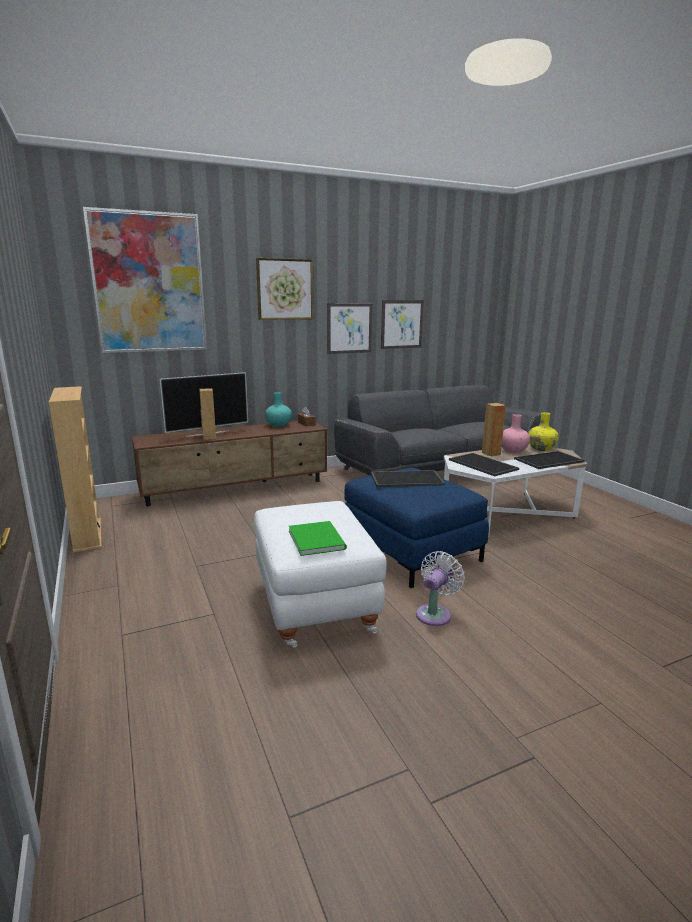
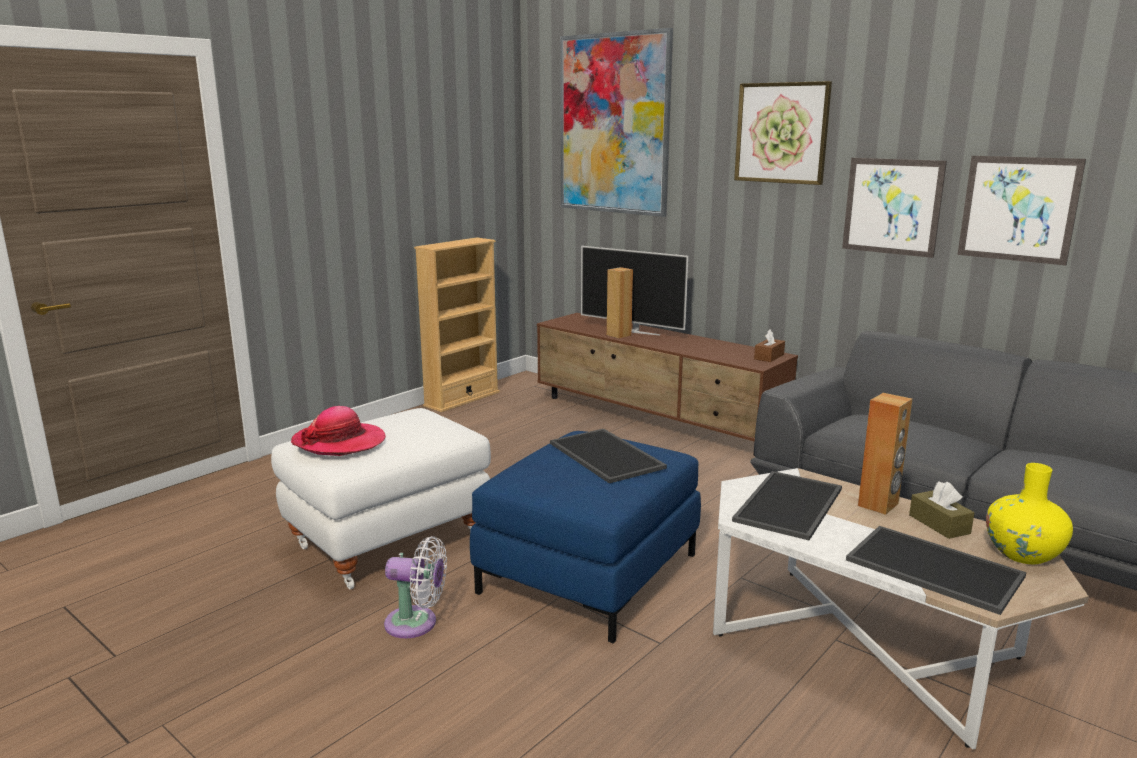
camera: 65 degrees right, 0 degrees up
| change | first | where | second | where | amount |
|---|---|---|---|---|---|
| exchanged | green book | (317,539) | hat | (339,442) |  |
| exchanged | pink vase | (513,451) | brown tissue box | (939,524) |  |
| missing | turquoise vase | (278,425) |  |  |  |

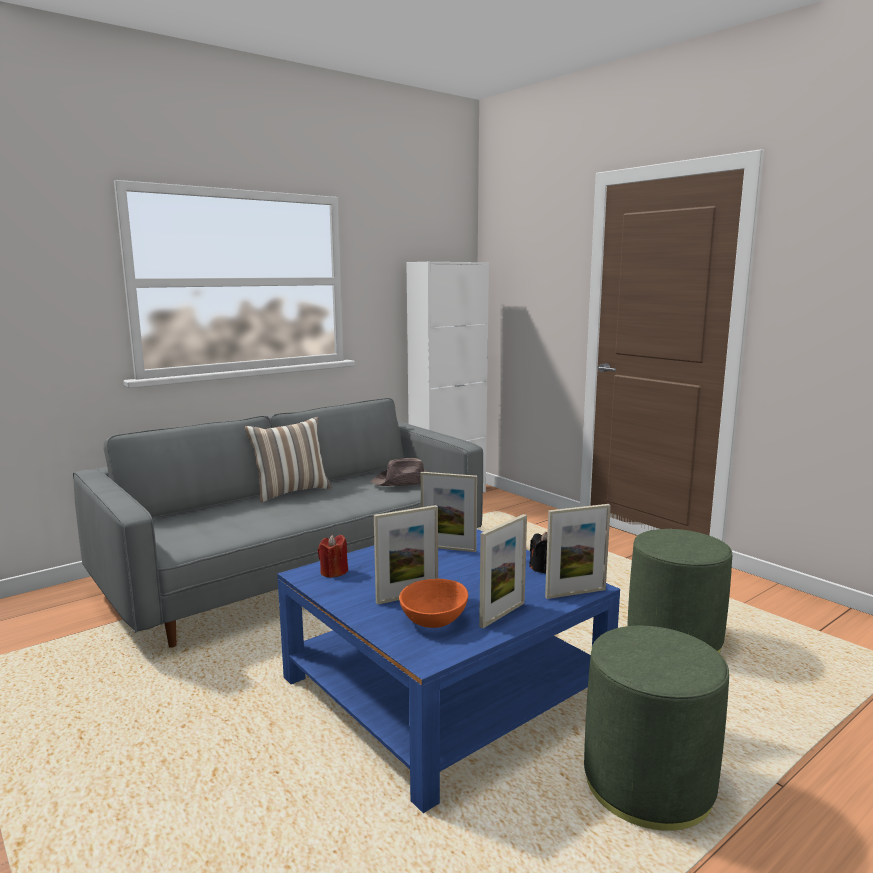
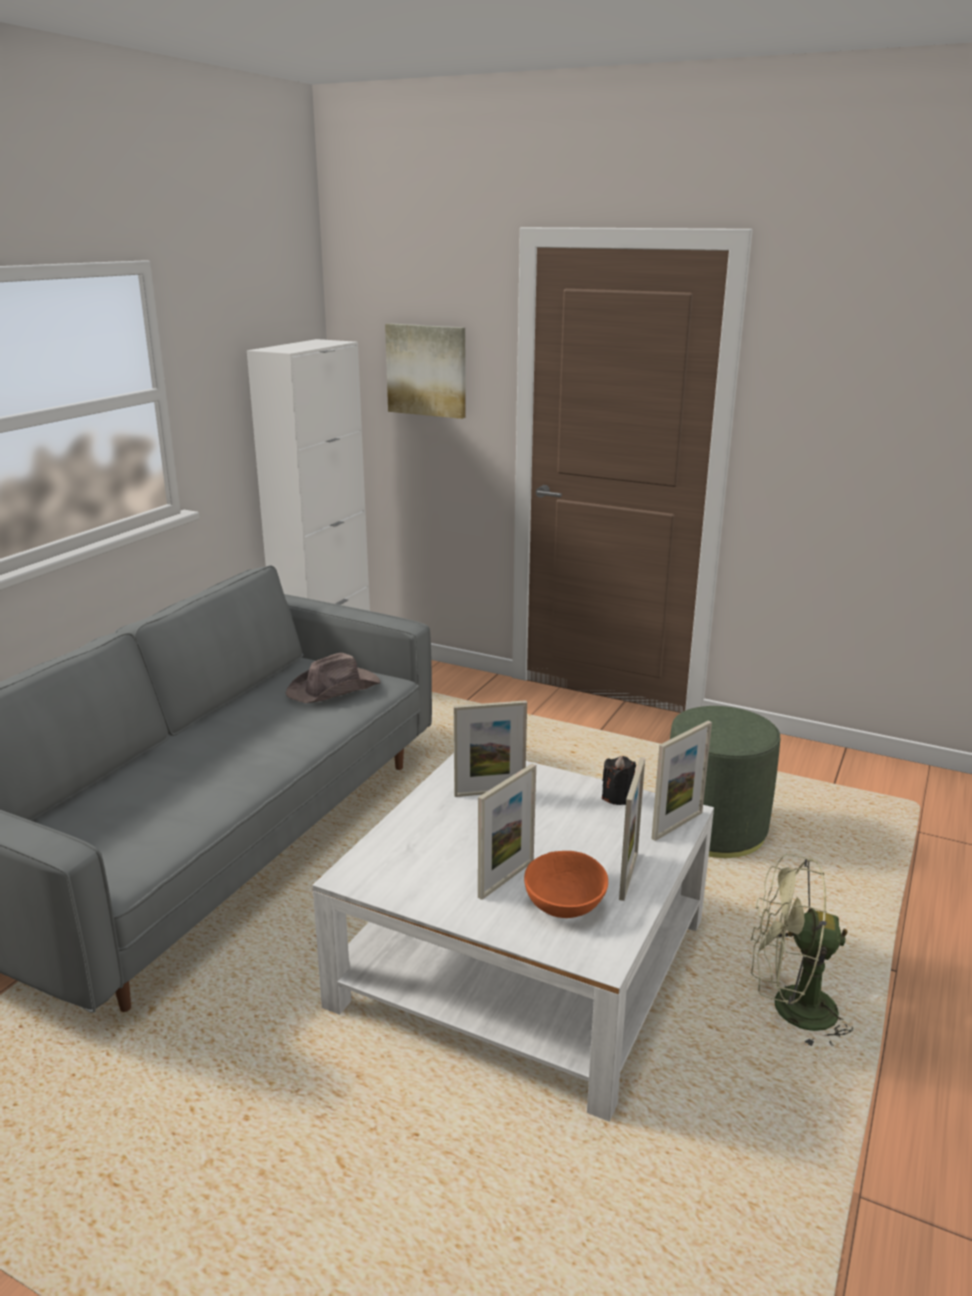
camera: 25 degrees left, 10 degrees up
| change | first | where | second | where | amount |
|---|---|---|---|---|---|
| colour | blue coffee table | (444,689) | white coffee table | (523,963) |  |
| appeared |  |  | picture | (427,370) |  |
| exchanged | green ottoman | (648,785) | green fan | (790,1010) |  |
| missing | pillow | (291,491) |  |  |  |
| missing | red candle | (334,572) |  |  |  |

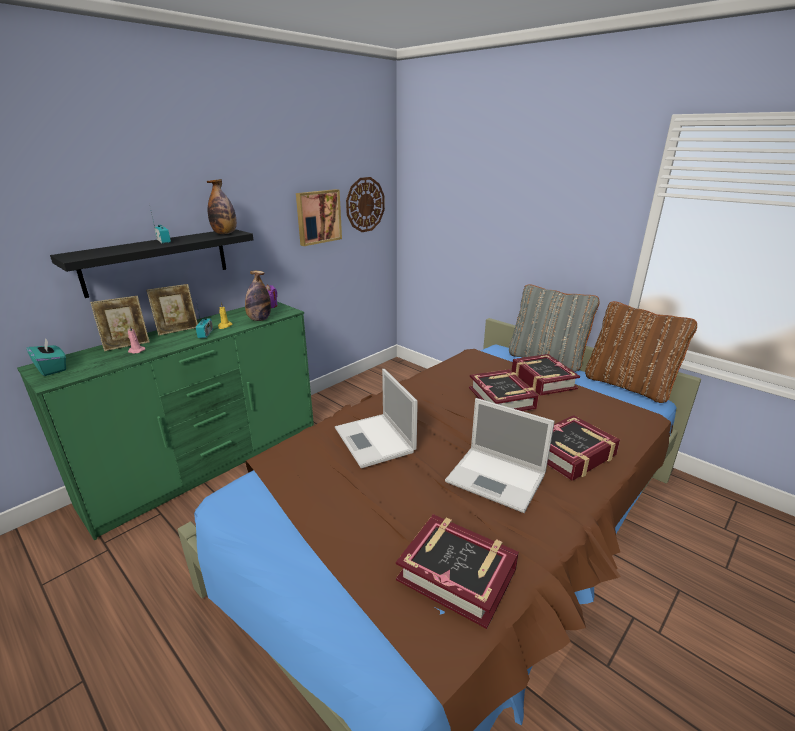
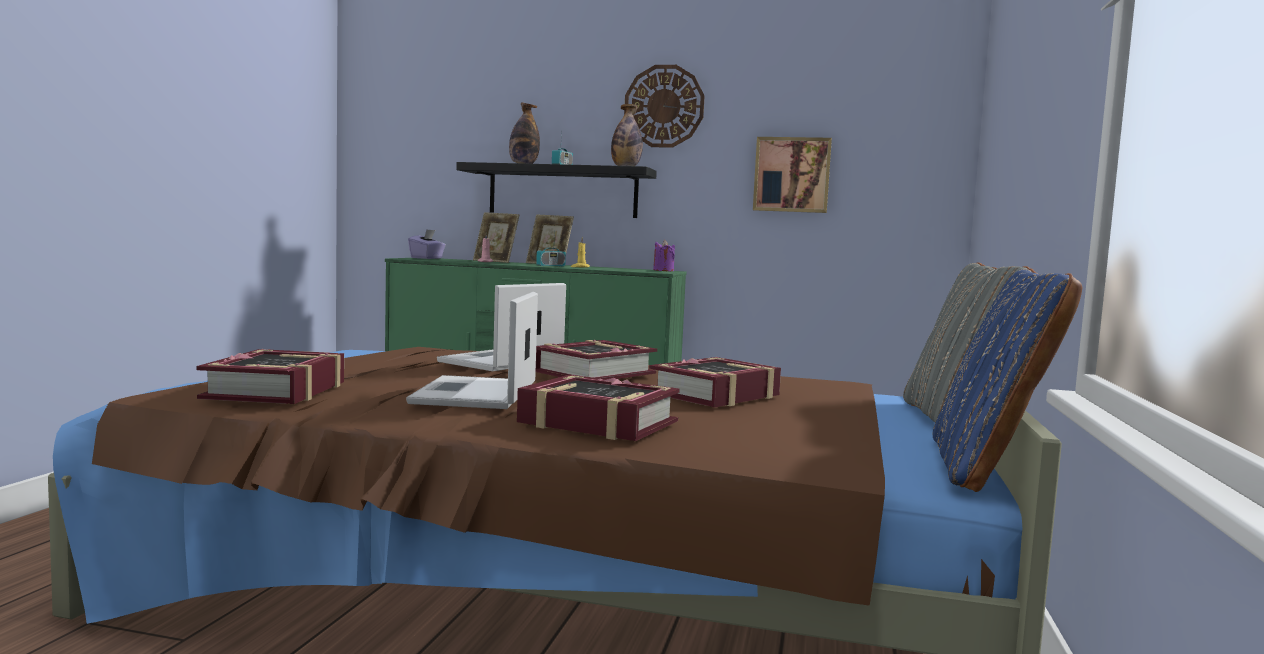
camera: 60 degrees right, 20 degrees down
| change | first | where | second | where | amount |
|---|---|---|---|---|---|
| colour | turquoise tissue box | (52,368) | purple tissue box | (427,258) |  |
| relocated | bottle | (259,319) |  | (523,164) |  |
| relocated | book | (542,380) |  | (594,373) |  |
| relocated | wall clock | (365,204) |  | (664,106) |  |
| colour | brown pillow | (628,385) | blue pillow | (988,468) |  |

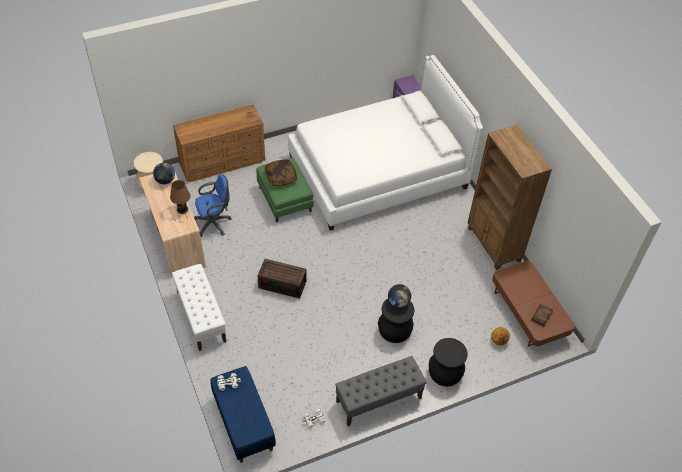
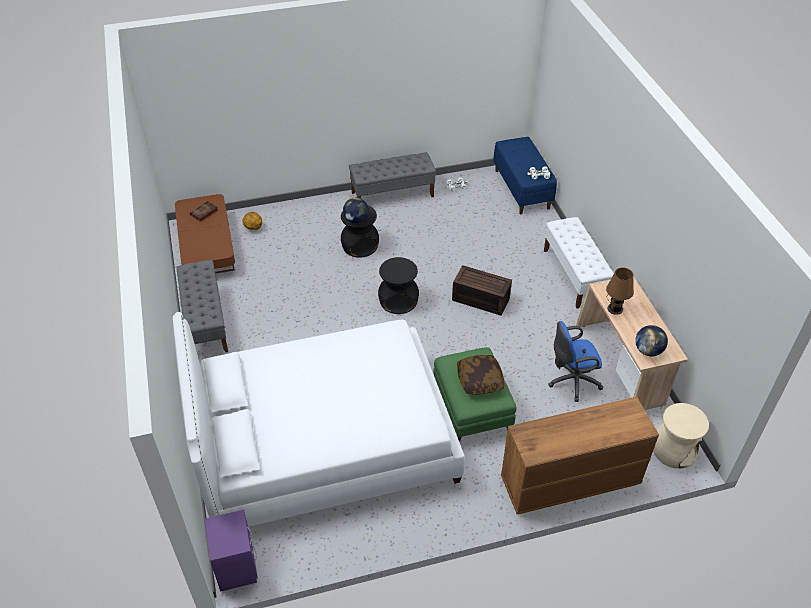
camera: 170 degrees left, 5 degrees down
| change | first | where | second | where | amount |
|---|---|---|---|---|---|
| exchanged | brown bookcase | (493,245) | grey bench | (205,322) |  |
| relocated | black stool | (445,372) |  | (398,301) |  |

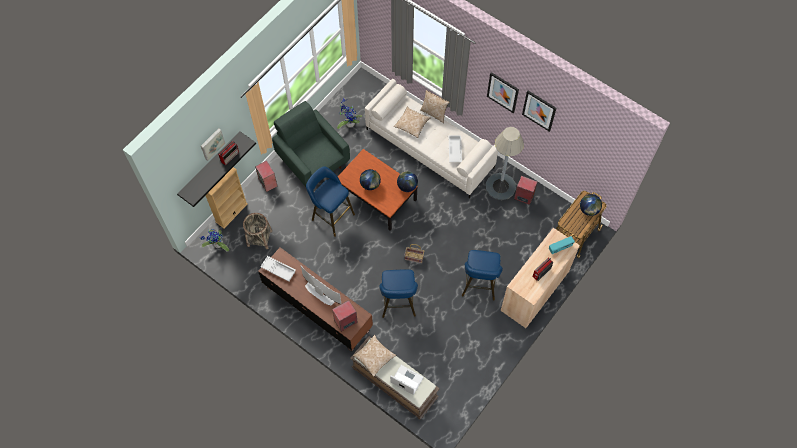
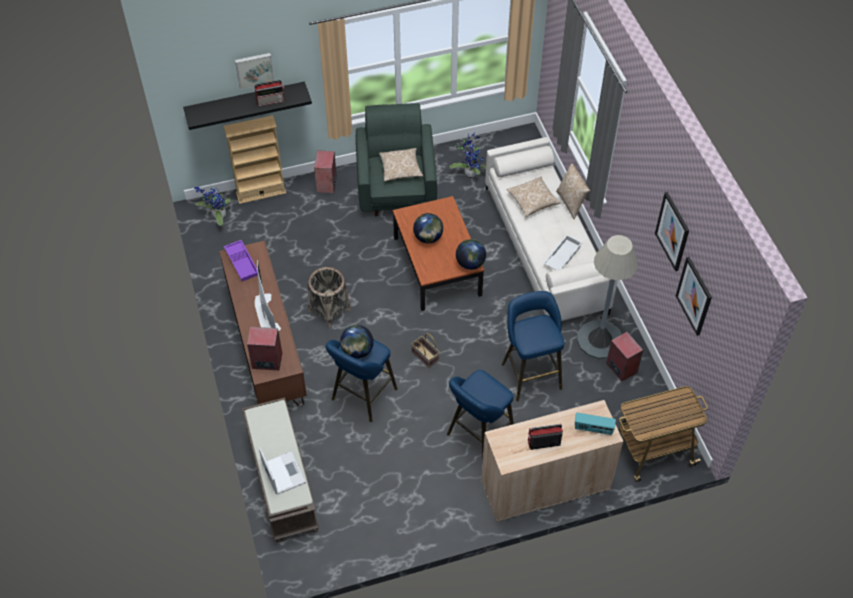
camera: 35 degrees right, 10 degrees down
| change | first | where | second | where | amount |
|---|---|---|---|---|---|
| colour | white tray | (279,269) | purple tray | (242,263) |  |
| relocated | basket | (259,238) |  | (329,310) |  |
| relocated | globe | (589,210) |  | (357,351) |  |
| relocated | pillow | (374,357) |  | (400,170) |  |
| relocated | blue stool | (331,216) |  | (530,373) |  |
| relocated | picture | (503,92) |  | (694,296) |  |

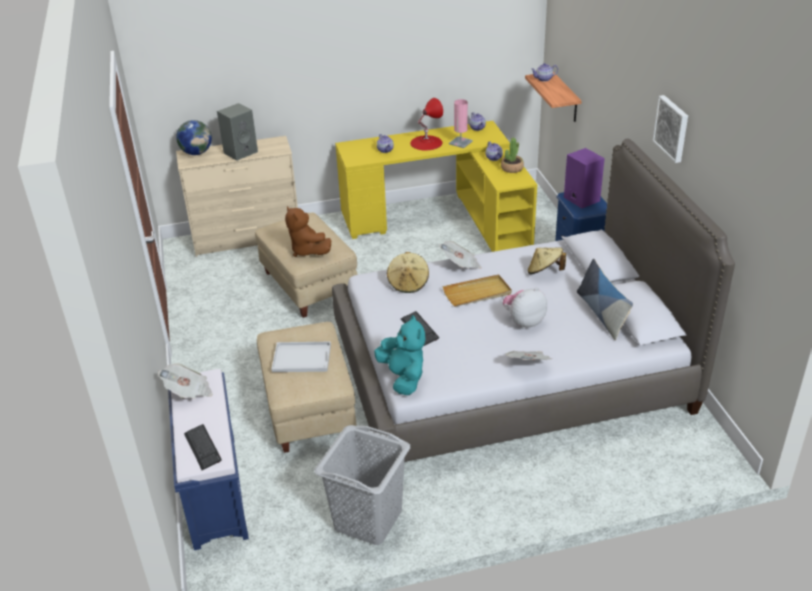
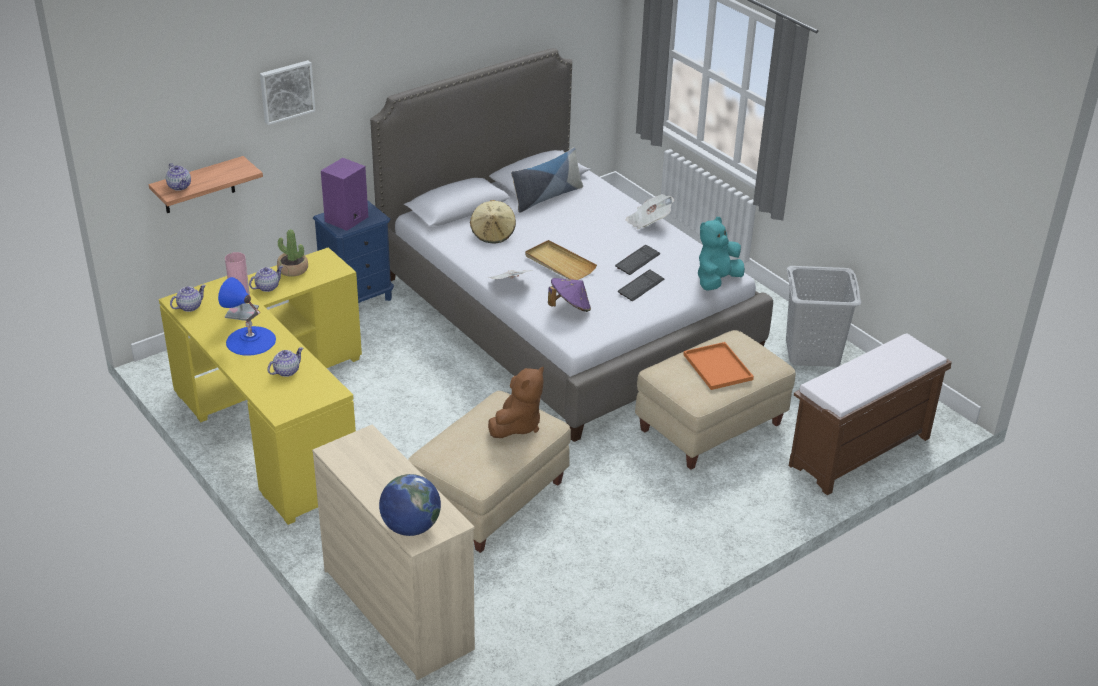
camera: 115 degrees left, 0 degrees up
| change | first | where | second | where | amount |
|---|---|---|---|---|---|
| colour | red table lamp | (426,142) | blue table lamp | (250,341) |  |
| relocated | picture | (672,128) |  | (286,91) |  |
| colour | beige hat | (408,283) | purple hat | (570,307) |  |
| relocated | keyboard | (203,448) |  | (637,261) |  |
| colour | white tray | (300,358) | orange tray | (719,368) |  |
| colour | blue bench | (214,489) | brown bench | (859,453) |  |
| missing | newspaper | (189,392) |  |  |  |
| missing | grey speaker | (241,152) |  |  |  |
| missing | plush toy | (524,322) |  |  |  |

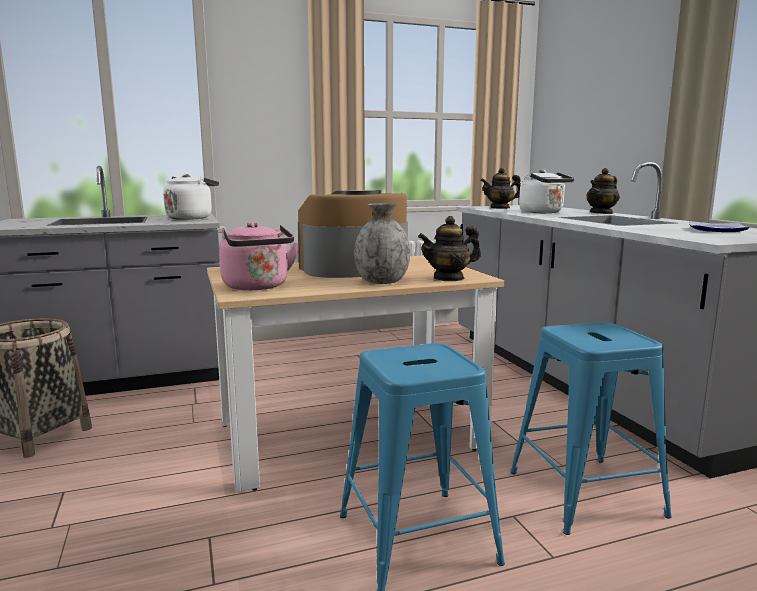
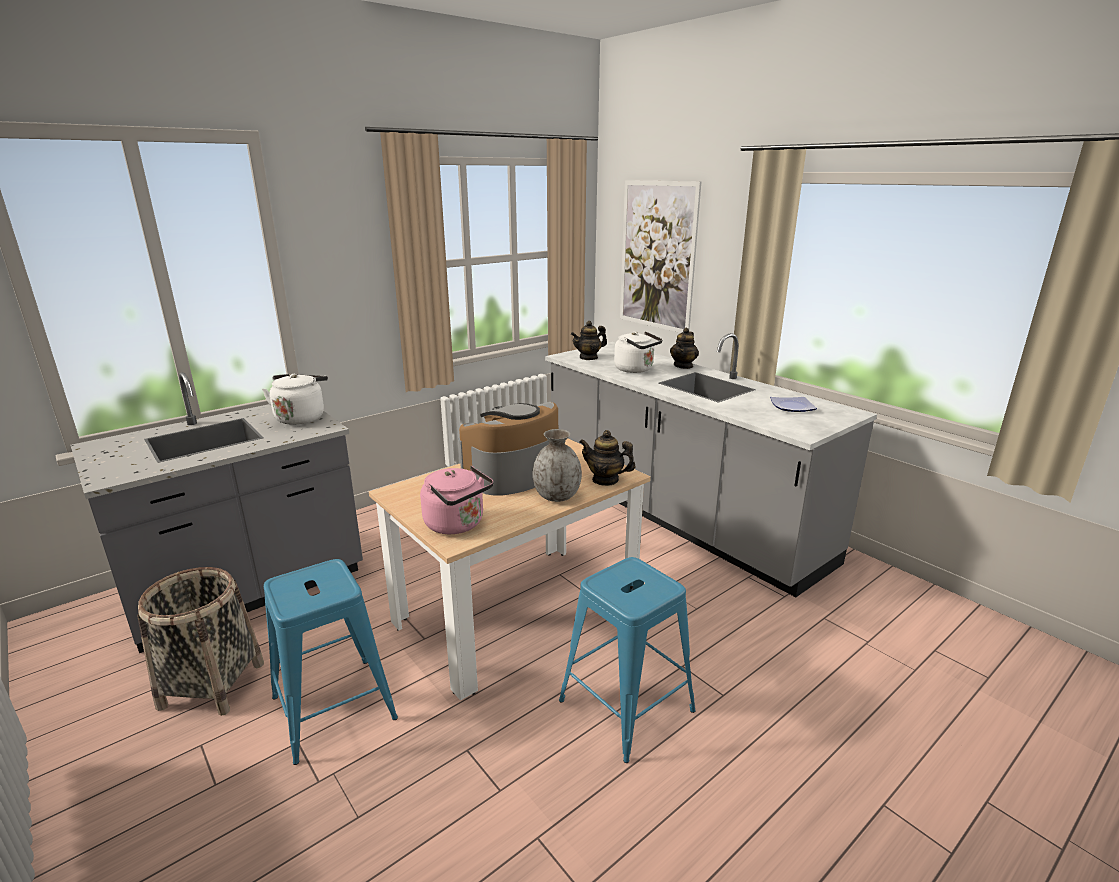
camera: 20 degrees left, 10 degrees up
| change | first | where | second | where | amount |
|---|---|---|---|---|---|
| relocated | blue stool | (586,494) |  | (334,708) |  |
| spun | teapot | (449,278) |  | (605,480) | 60 degrees clockwise |
| appeared |  |  | picture | (657,256) |  |

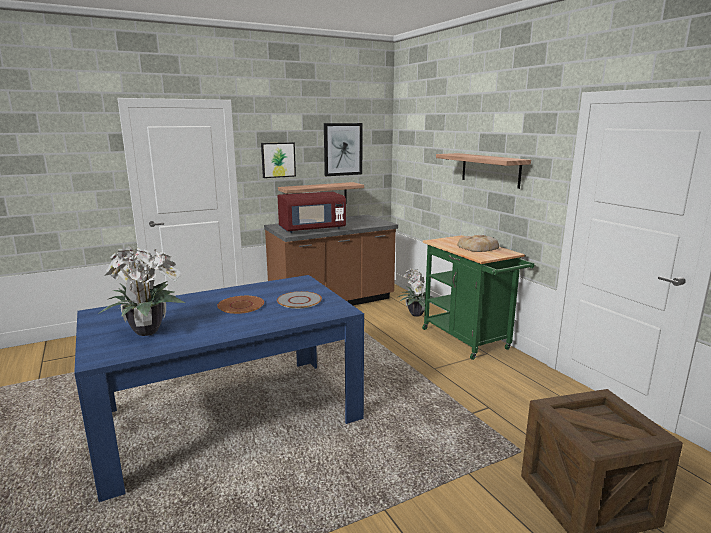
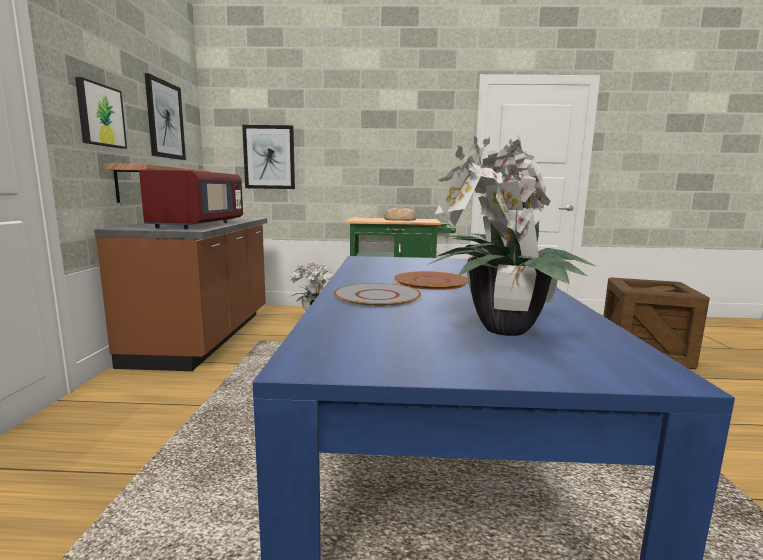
camera: 60 degrees left, 5 degrees down
| change | first | where | second | where | amount |
|---|---|---|---|---|---|
| appeared |  |  | picture | (269,157) |  |
| relocated | grey plate | (299,301) |  | (377,297) |  |
| missing | shelf | (490,170) |  |  |  |

